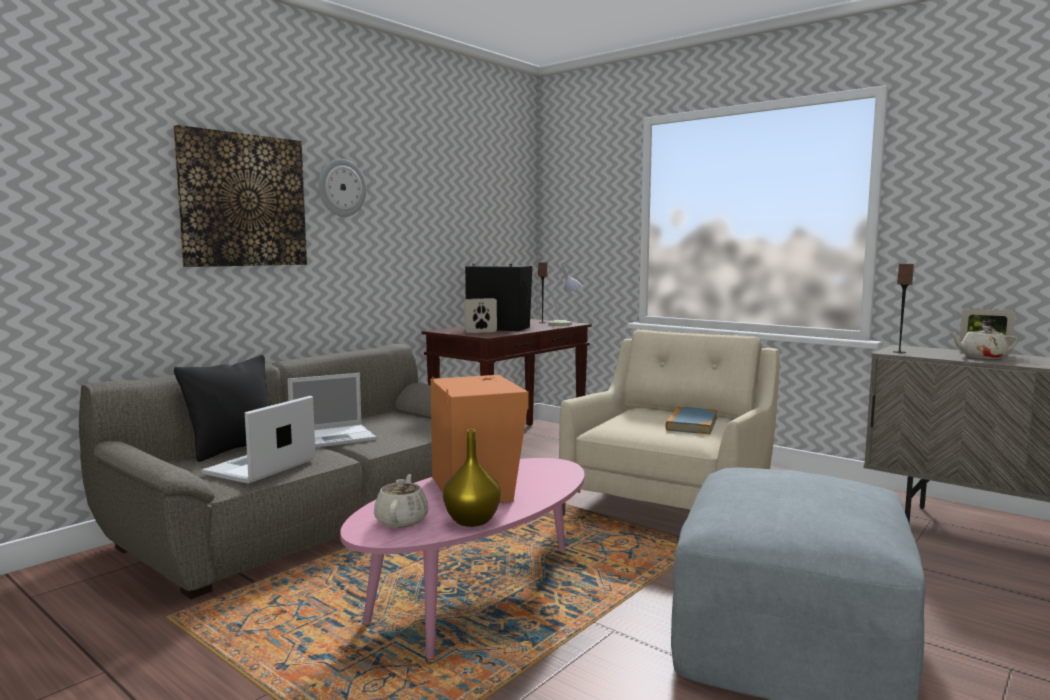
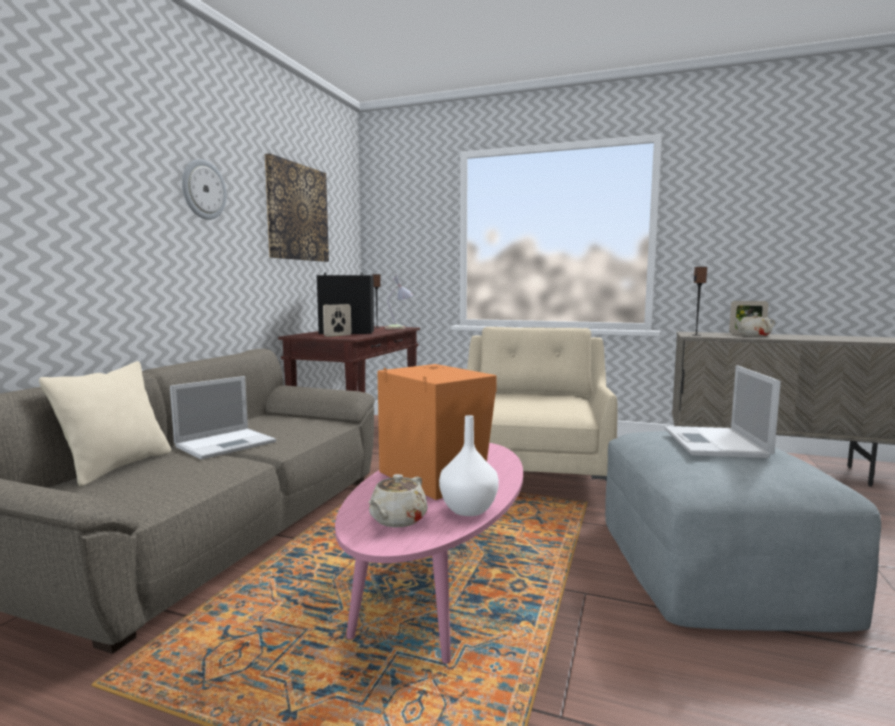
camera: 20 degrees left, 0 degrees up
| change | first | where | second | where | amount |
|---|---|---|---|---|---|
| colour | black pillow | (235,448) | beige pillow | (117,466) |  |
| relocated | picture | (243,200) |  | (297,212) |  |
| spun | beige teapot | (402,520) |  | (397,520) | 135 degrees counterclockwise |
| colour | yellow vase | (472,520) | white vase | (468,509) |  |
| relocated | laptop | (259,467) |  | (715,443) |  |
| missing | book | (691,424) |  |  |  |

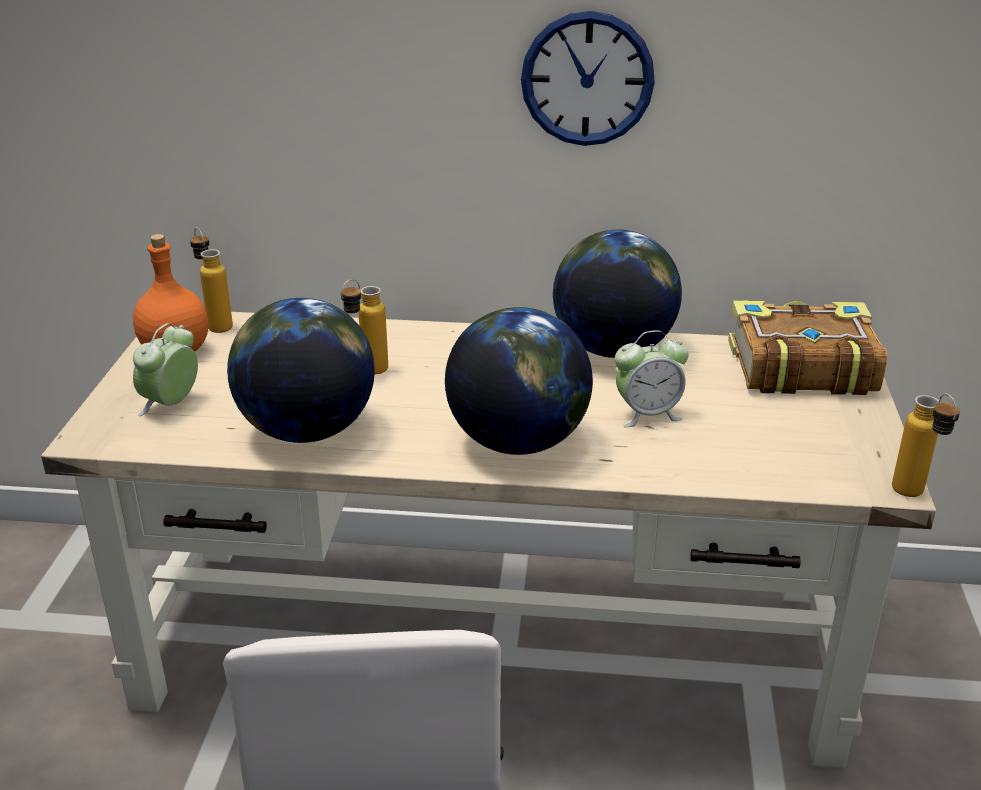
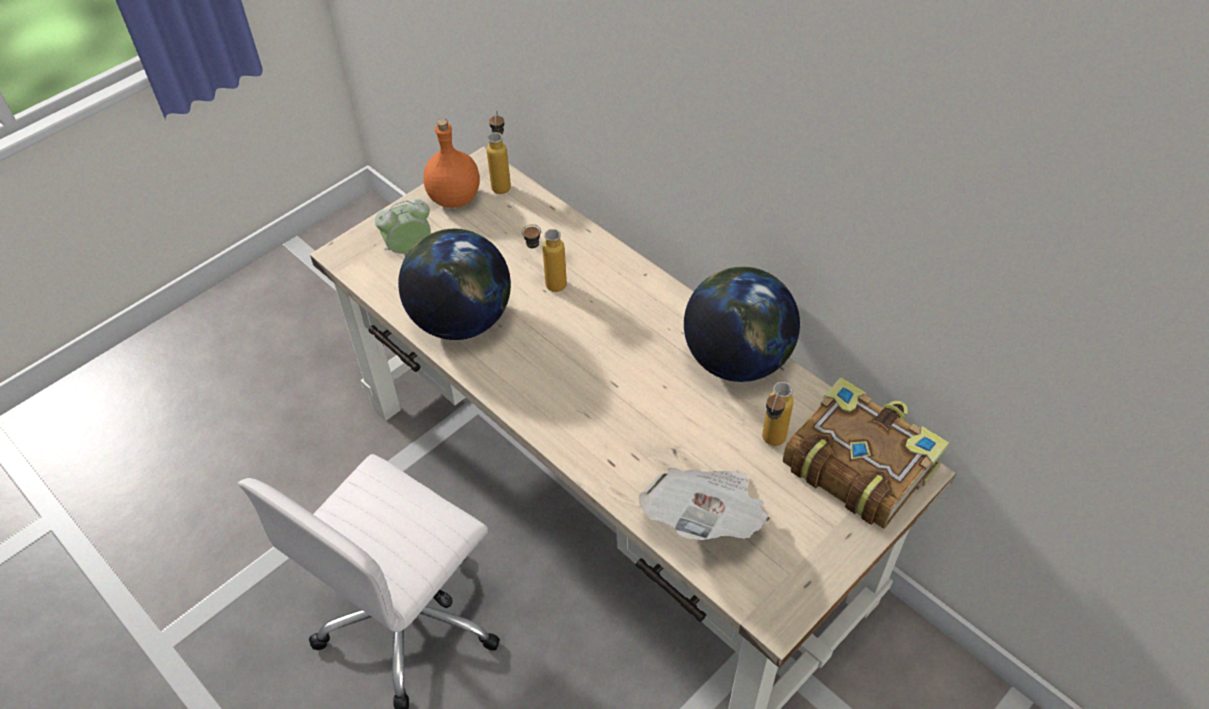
camera: 40 degrees right, 20 degrees up
| change | first | where | second | where | amount |
|---|---|---|---|---|---|
| appeared |  |  | newspaper | (705,518) |  |
| relocated | bottle | (914,497) |  | (770,445) |  |
| missing | globe | (518,441) |  |  |  |
| missing | wall clock | (587,79) |  |  |  |
| missing | alarm clock | (647,414) |  |  |  |

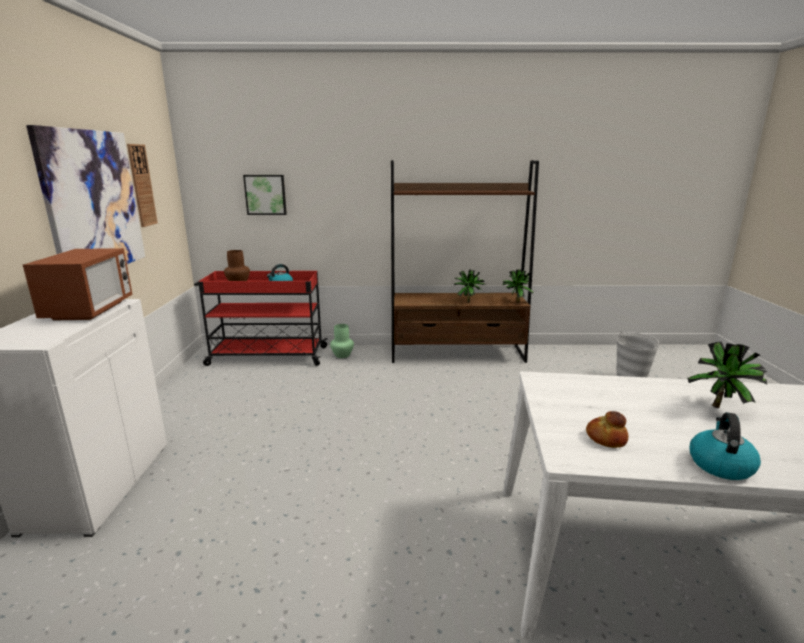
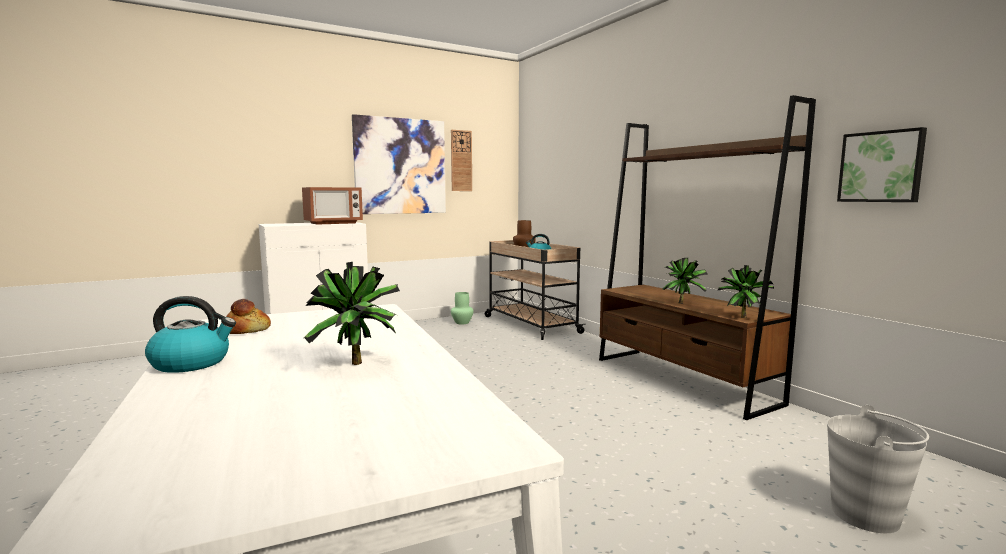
camera: 60 degrees right, 10 degrees down
| change | first | where | second | where | amount |
|---|---|---|---|---|---|
| relocated | green vase | (342,355) |  | (461,322) |  |
| colour | red cart | (266,356) | beige cart | (530,324) |  |
| relocated | picture | (265,194) |  | (881,167) |  |

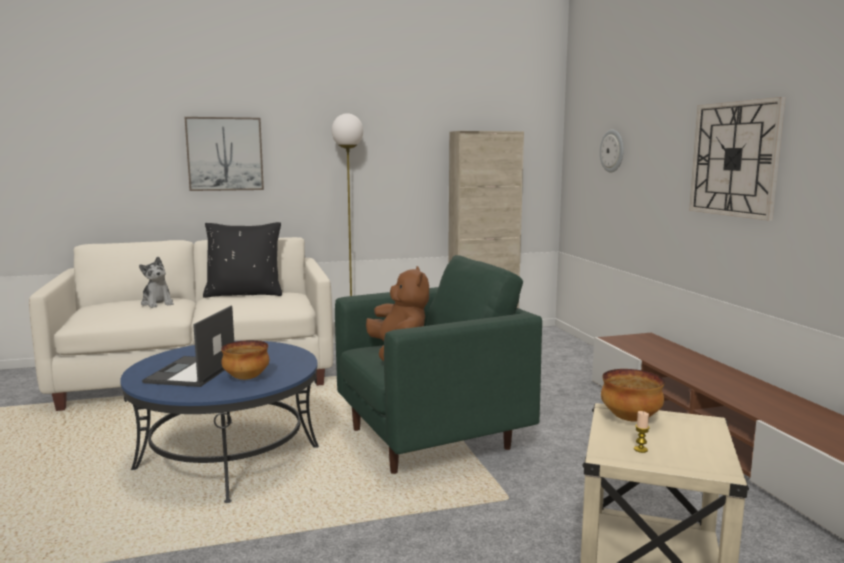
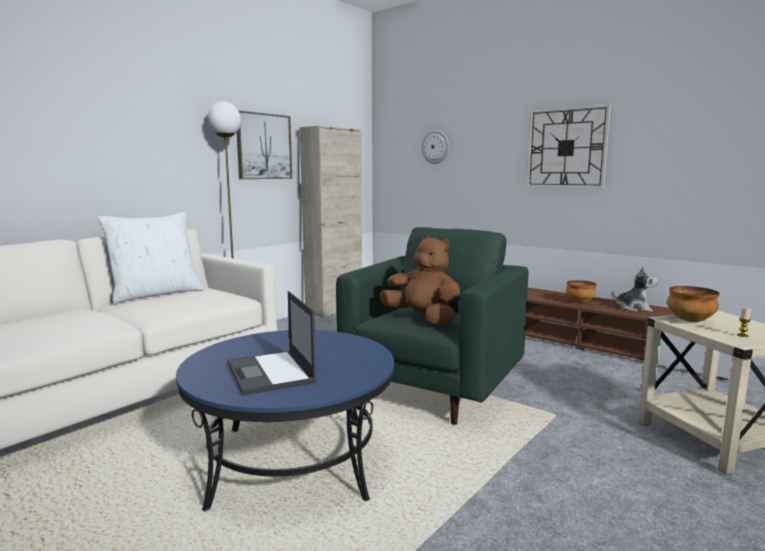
camera: 35 degrees left, 0 degrees up
| change | first | where | second | where | amount |
|---|---|---|---|---|---|
| colour | black pillow | (244,294) | white pillow | (156,294) |  |
| relocated | picture | (225,154) |  | (264,146) |  |
| relocated | bowl | (246,378) |  | (579,302) |  |
| relocated | plush toy | (157,303) |  | (634,308) |  |

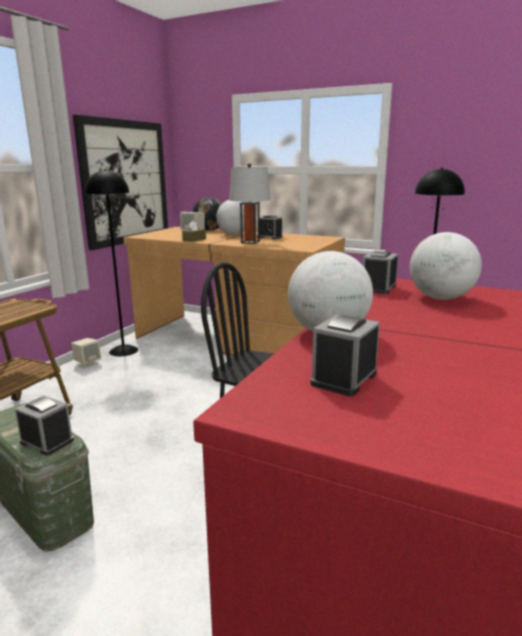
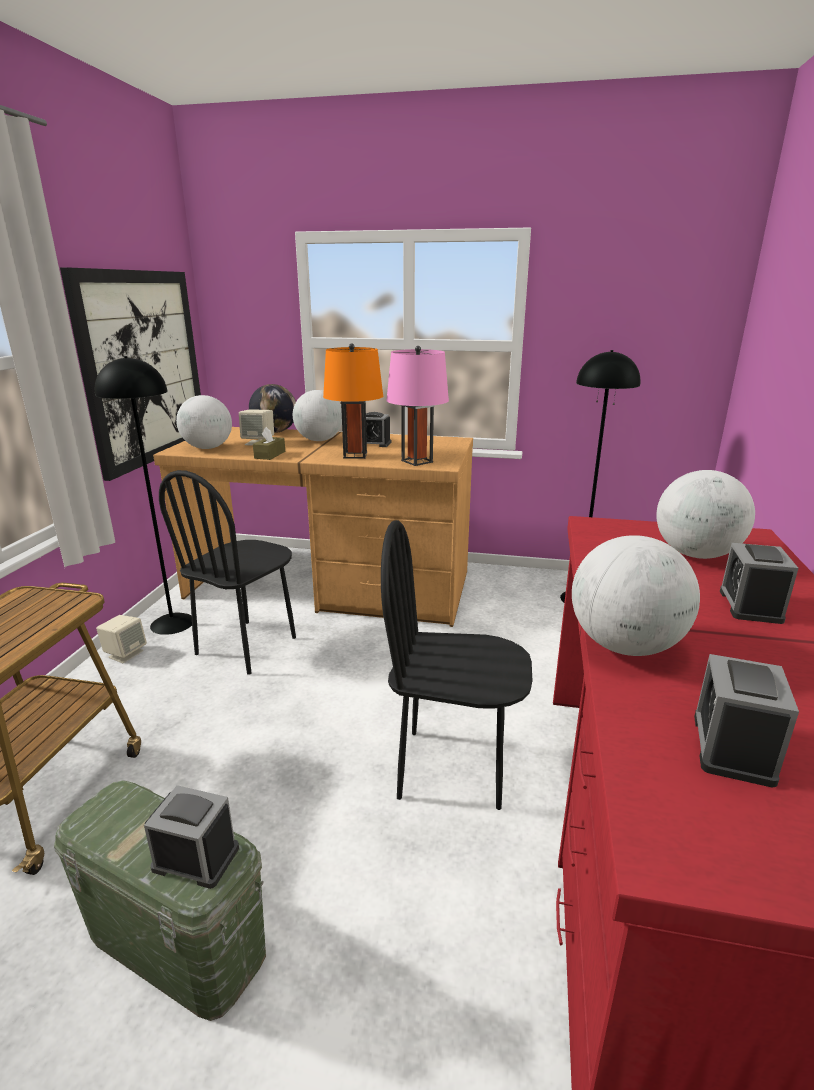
camera: 15 degrees left, 5 degrees up
| change | first | where | second | where | amount |
|---|---|---|---|---|---|
| appeared |  |  | black chair | (247,646) |  |
| appeared |  |  | globe | (208,448) |  |
| colour | grey table lamp | (250,242) | orange table lamp | (355,455) |  |
| appeared |  |  | pink table lamp | (417,461) |  |
| relocated | alarm clock | (378,288) |  | (750,606) |  |

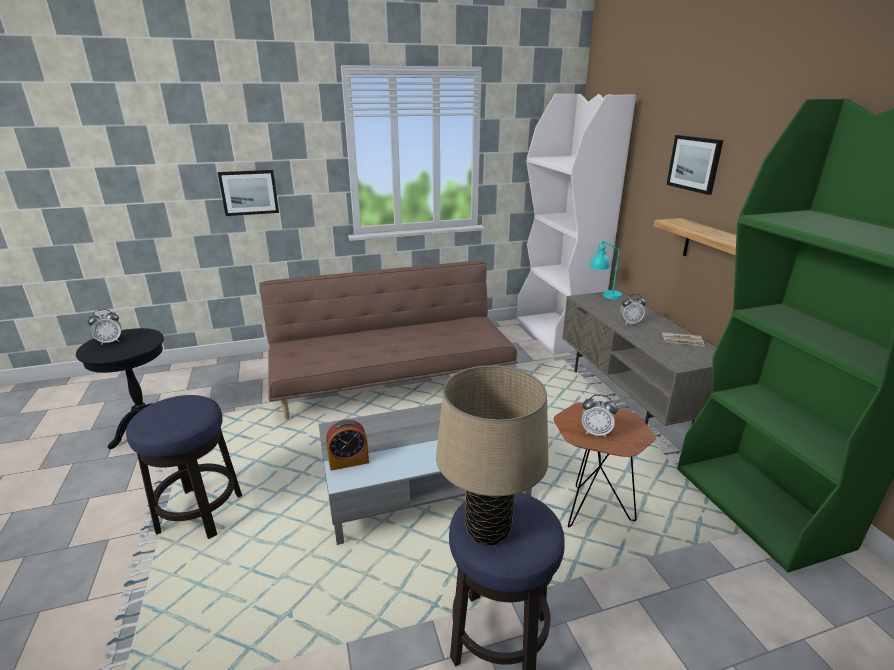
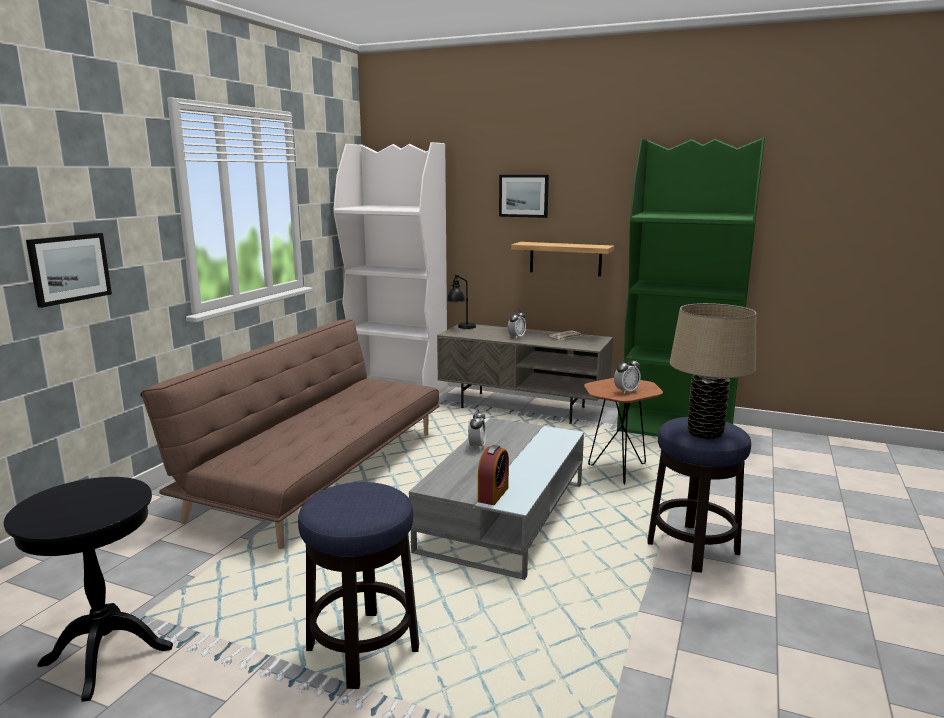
camera: 50 degrees left, 10 degrees down
| change | first | where | second | where | amount |
|---|---|---|---|---|---|
| colour | turquoise table lamp | (603,296) | black table lamp | (461,328) |  |
| relocated | alarm clock | (110,341) |  | (477,446) |  |

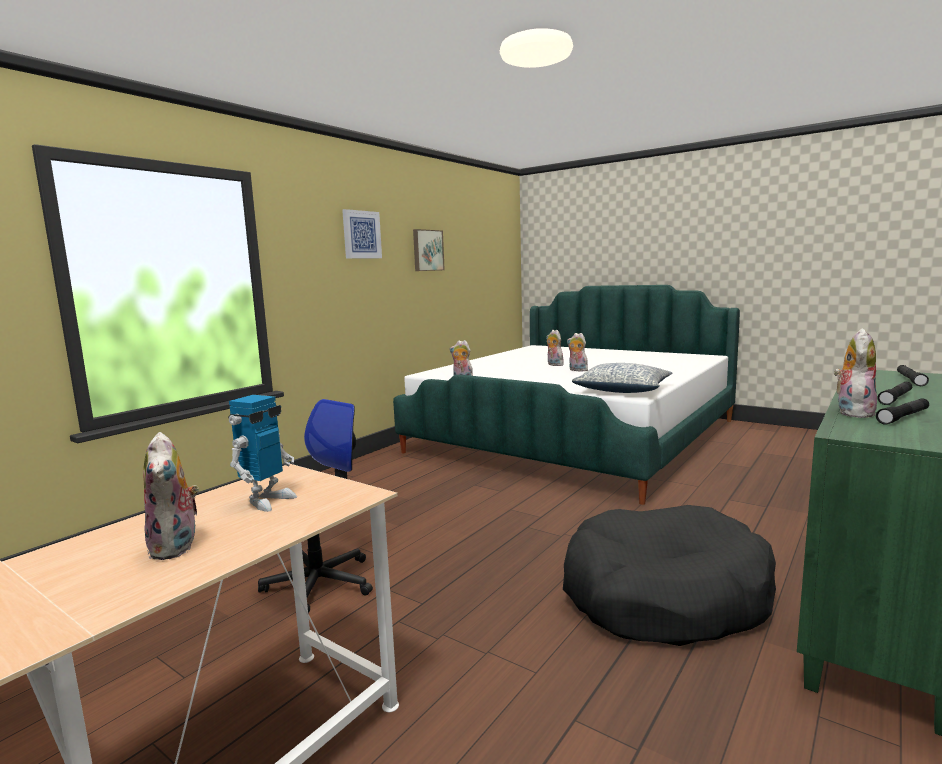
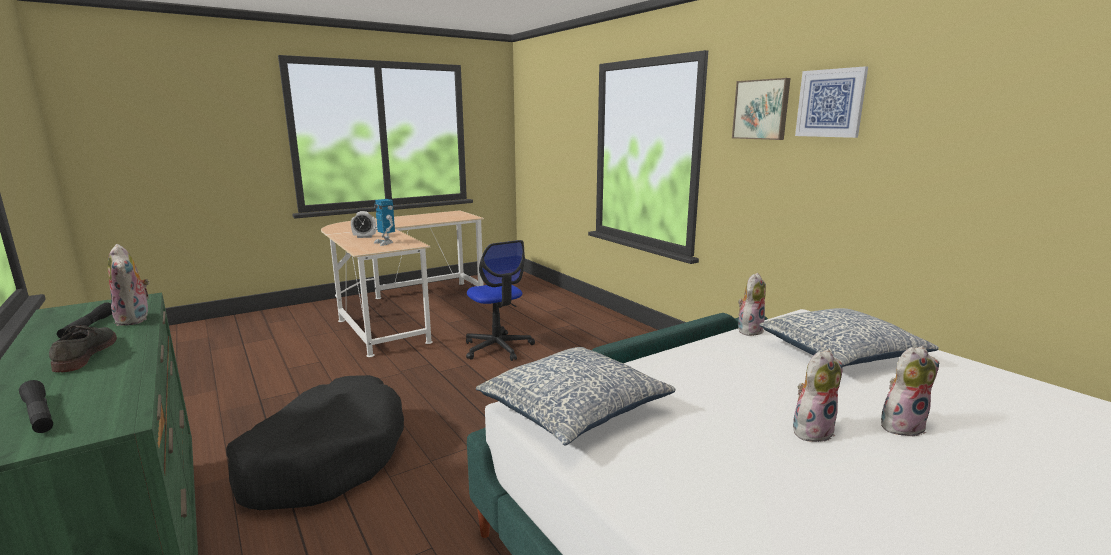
camera: 110 degrees right, 5 degrees up
| change | first | where | second | where | amount |
|---|---|---|---|---|---|
| exchanged | black flashlight | (895,398) | grey shoe | (85,354) |  |
| exchanged | plush toy | (177,547) | alarm clock | (364,237) |  |
| relocated | picture | (427,250) |  | (761,109) |  |
| appeared |  |  | pillow | (840,354) |  |

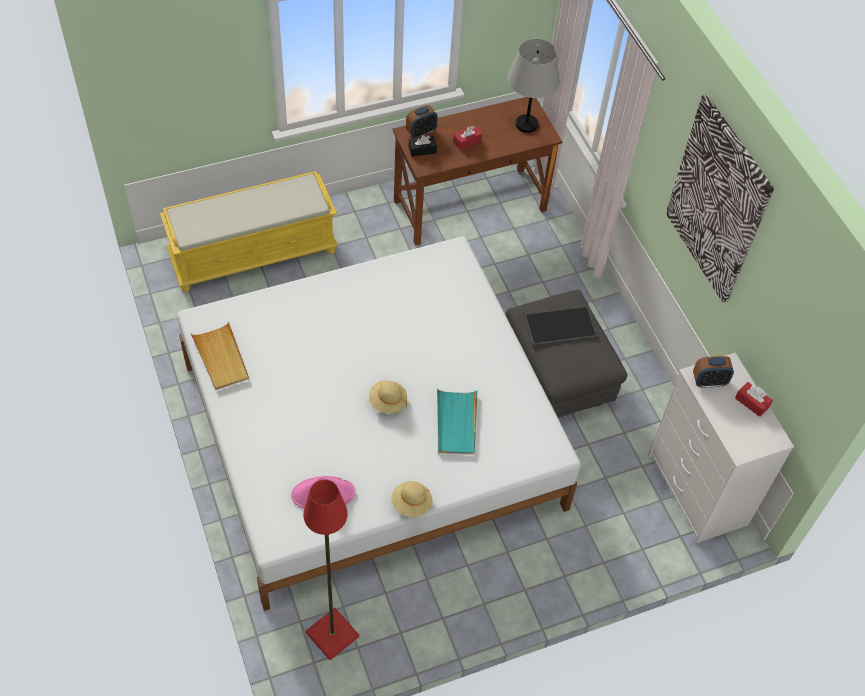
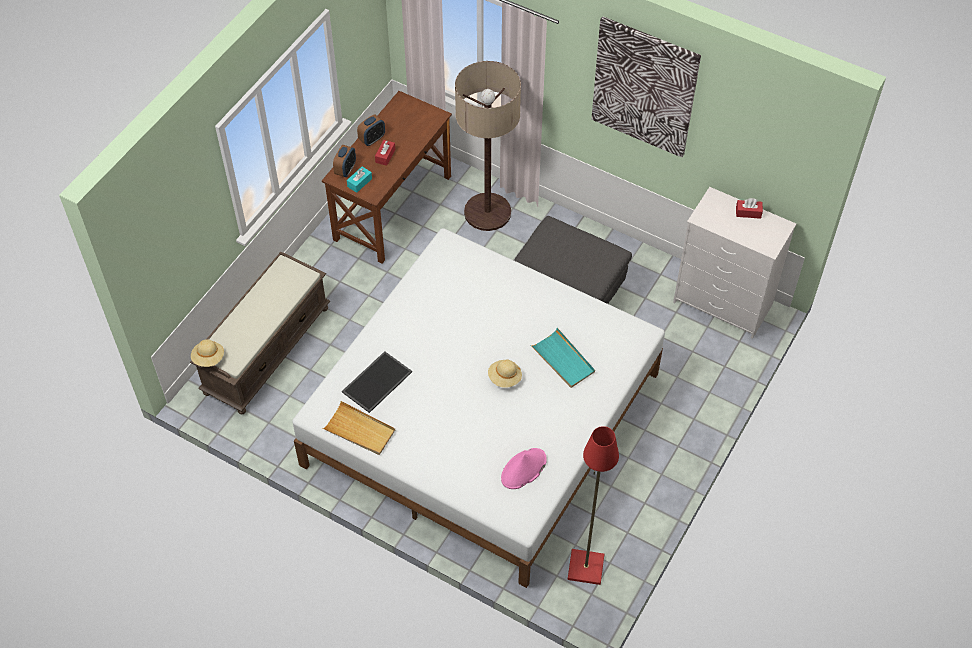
camera: 35 degrees left, 0 degrees up
| change | first | where | second | where | amount |
|---|---|---|---|---|---|
| colour | yellow bench | (254,252) | brown bench | (266,349) |  |
| relocated | beige hat | (411,504) |  | (208,358) |  |
| relocated | tray | (560,325) |  | (376,381) |  |
| colour | black tissue box | (422,150) | turquoise tissue box | (359,182) |  |
| relocated | alarm clock | (709,382) |  | (372,139) |  |
| appeared |  |  | floor lamp | (487,212) |  |
| missing | grey table lamp | (527,124) |  |  |  |

